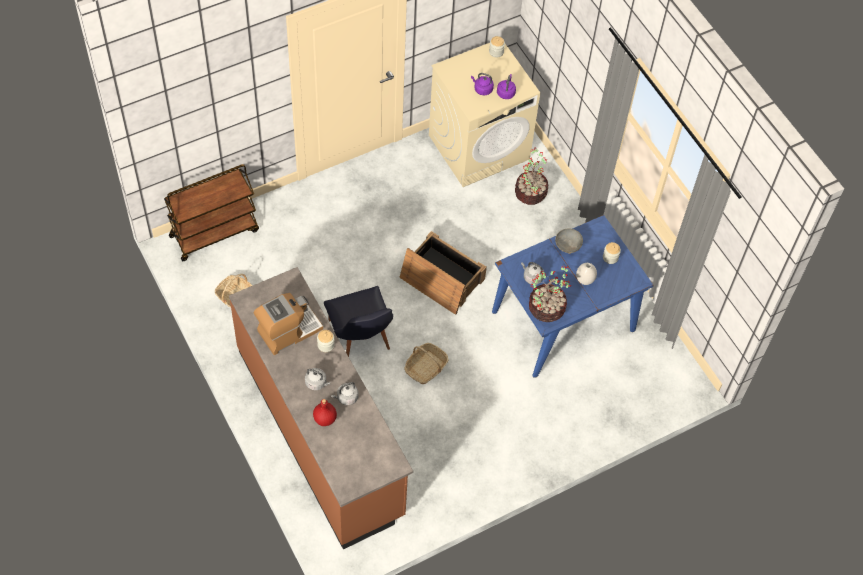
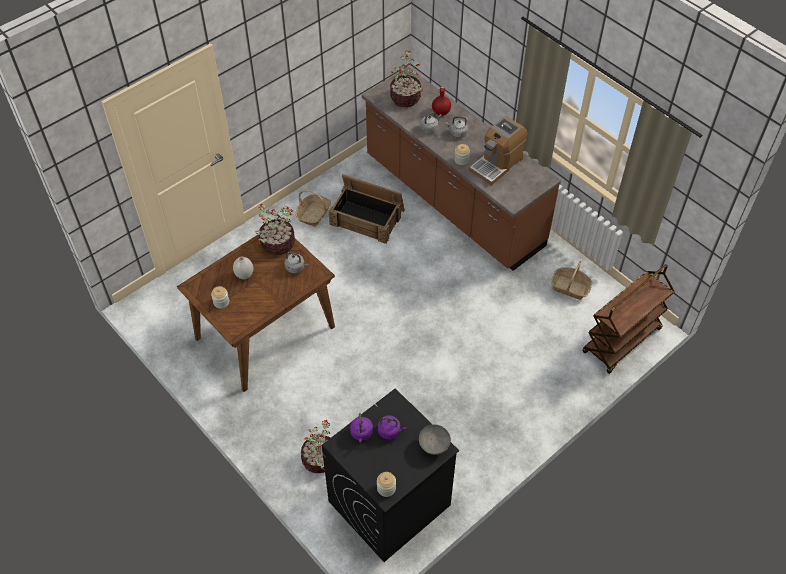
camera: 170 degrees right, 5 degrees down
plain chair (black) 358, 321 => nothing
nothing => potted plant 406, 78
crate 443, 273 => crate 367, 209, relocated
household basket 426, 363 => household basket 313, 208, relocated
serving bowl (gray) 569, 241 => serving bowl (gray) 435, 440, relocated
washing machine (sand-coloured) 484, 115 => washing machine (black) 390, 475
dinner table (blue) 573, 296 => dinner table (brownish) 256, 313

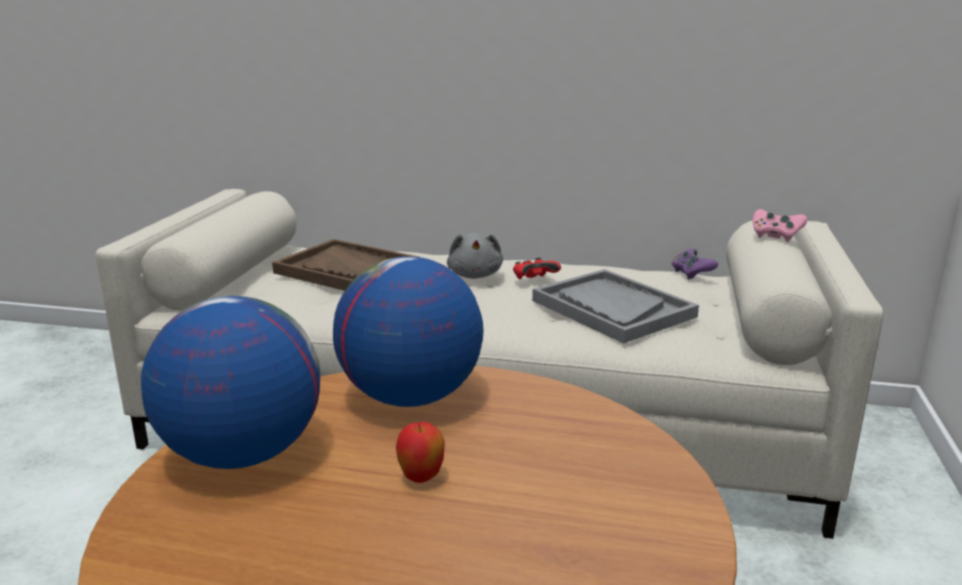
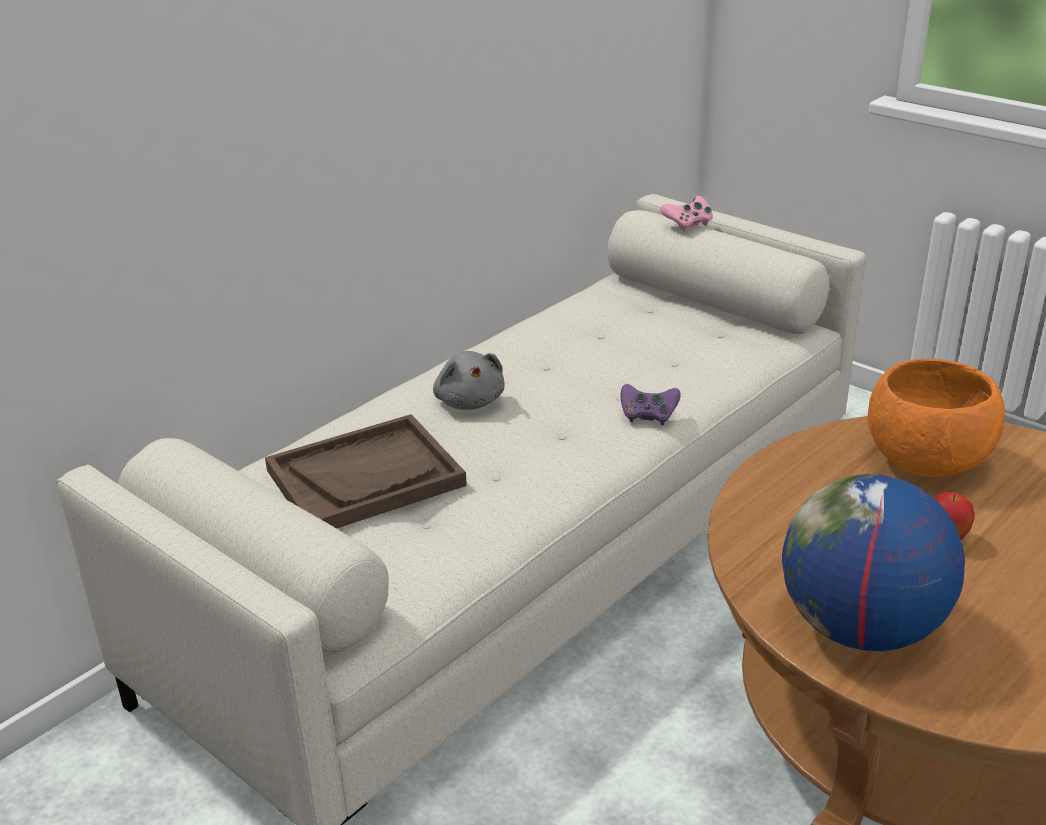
camera: 60 degrees left, 10 degrees up
world globe 408, 331 => nothing
game controller (reddish) 537, 268 => nothing
carrying tray (gray) 615, 306 => nothing
nothing => serving bowl (orangey) 936, 417
game controller (purple-coloured) 695, 264 => game controller (purple-coloured) 651, 404, relocated
cuddly toy (gray) 475, 256 => cuddly toy (gray) 469, 380, 45 degrees clockwise

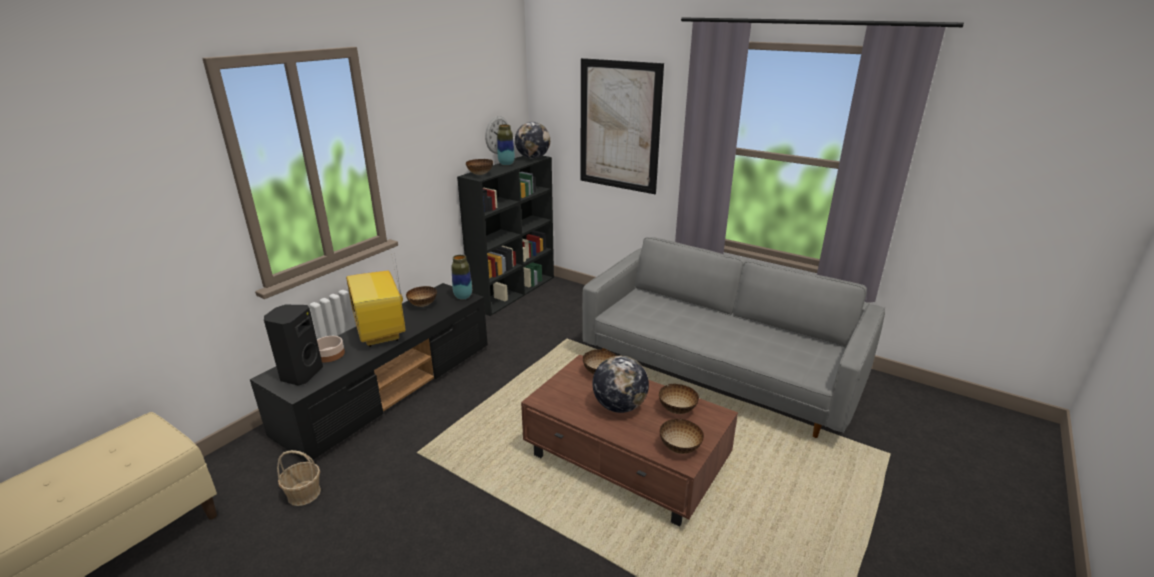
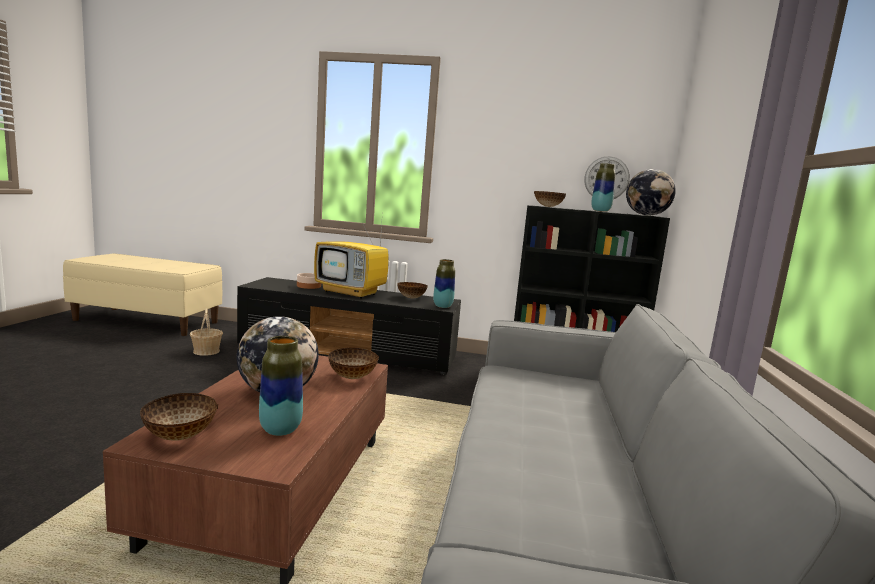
camera: 65 degrees right, 15 degrees down
loudspeaker (black) 293, 345 => nothing
picture 622, 126 => nothing
serving bowl 679, 399 => decorative vase 281, 386
television 376, 300 => television 351, 254, 105 degrees counterclockwise

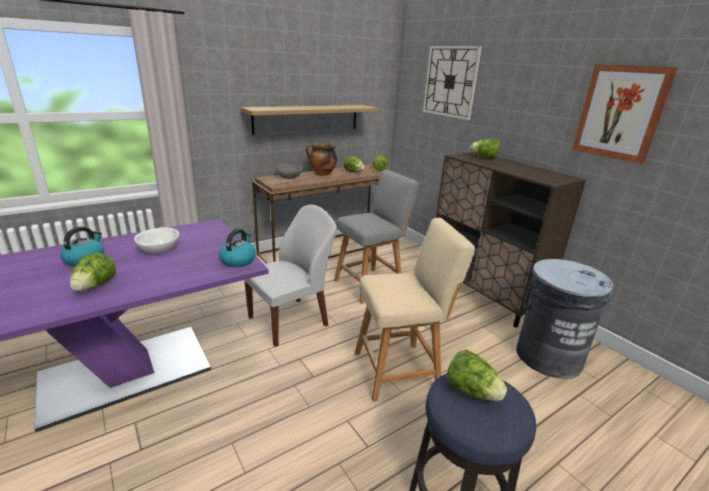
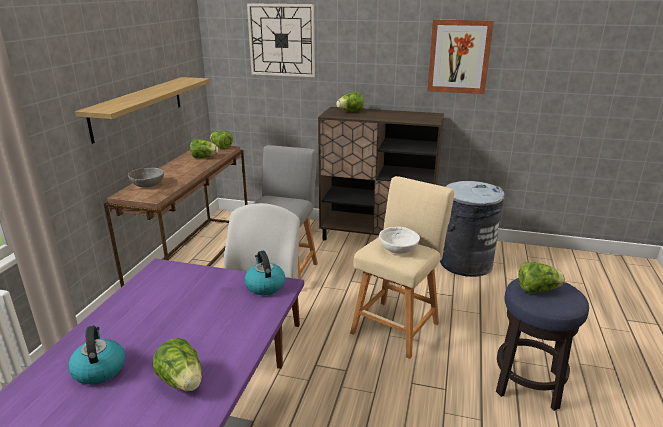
camera: 40 degrees left, 0 degrees up
cooking pot 321, 159 => nothing
serving bowl (white) 156, 240 => serving bowl (white) 399, 240, relocated

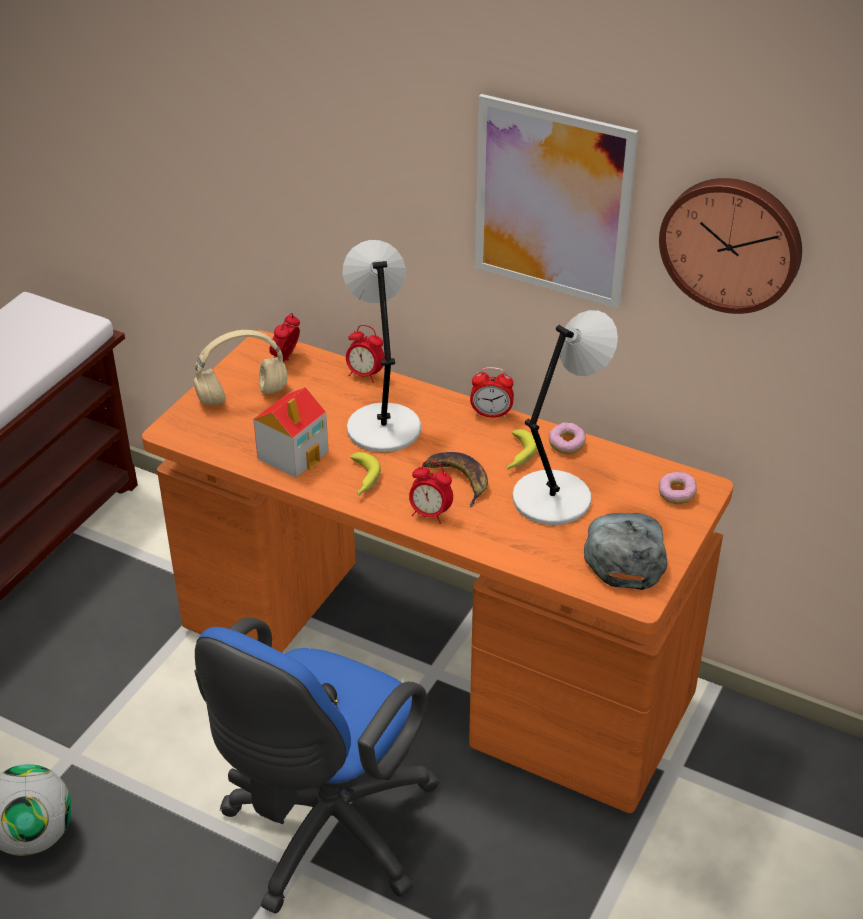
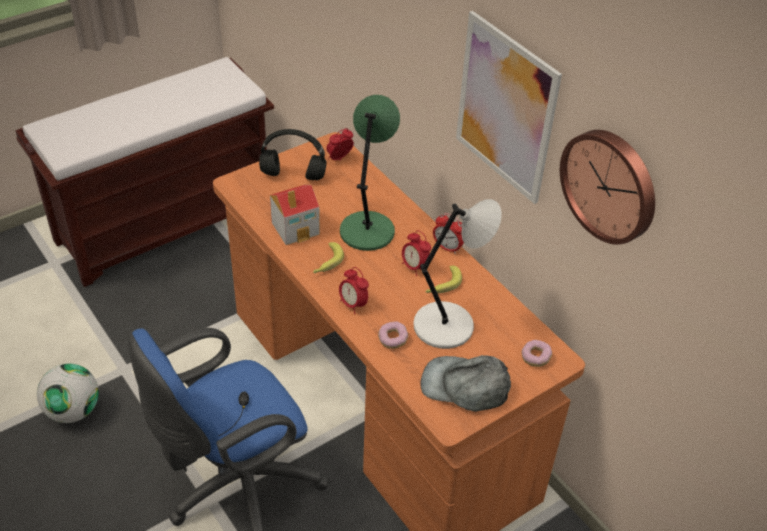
camera: 25 degrees right, 5 degrees up
banana 455, 480 => nothing
bedside clock 365, 354 => bedside clock 416, 253, relocated
doughnut 567, 438 => doughnut 393, 335, relocated
headphones (sand-coloured) 240, 367 => headphones (black) 292, 154
tabletop lamp (gray) 382, 346 => tabletop lamp (green-coloured) 370, 173
baseball cap (gray) 625, 551 => baseball cap (gray) 465, 383, 105 degrees counterclockwise

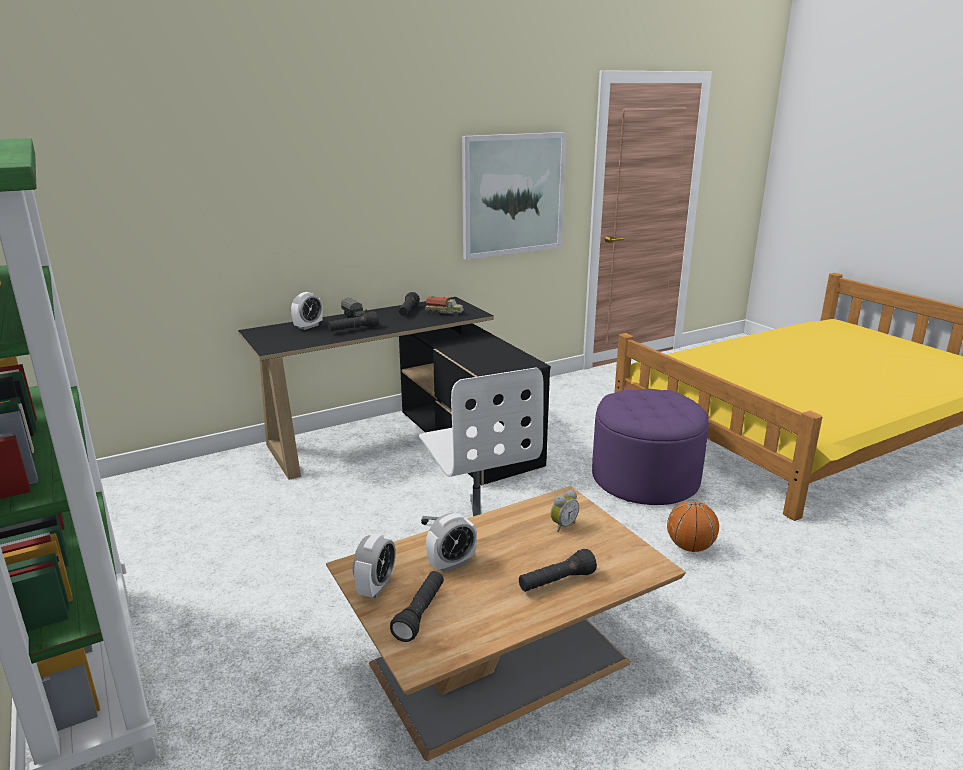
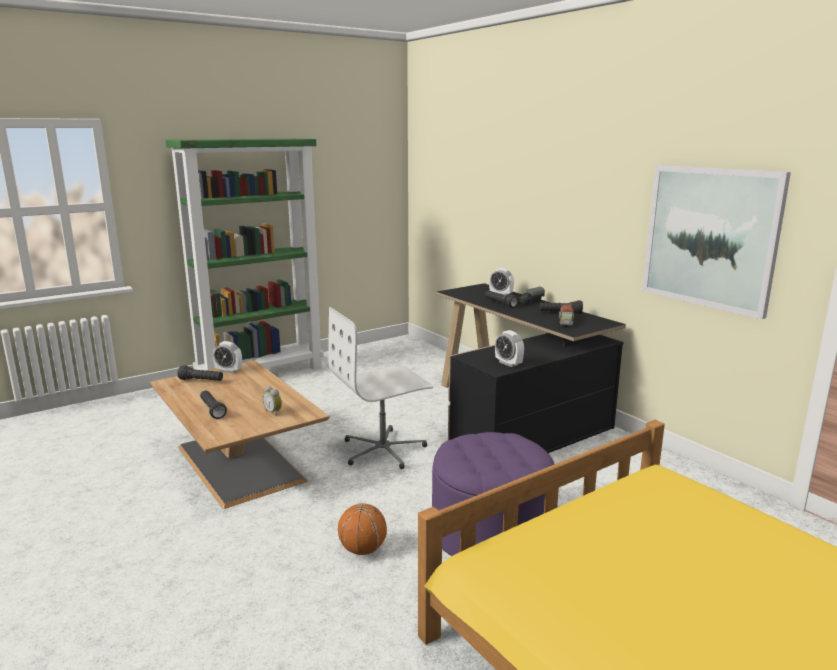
camera: 85 degrees right, 5 degrees down
bedside clock 451, 543 => bedside clock 509, 348, relocated

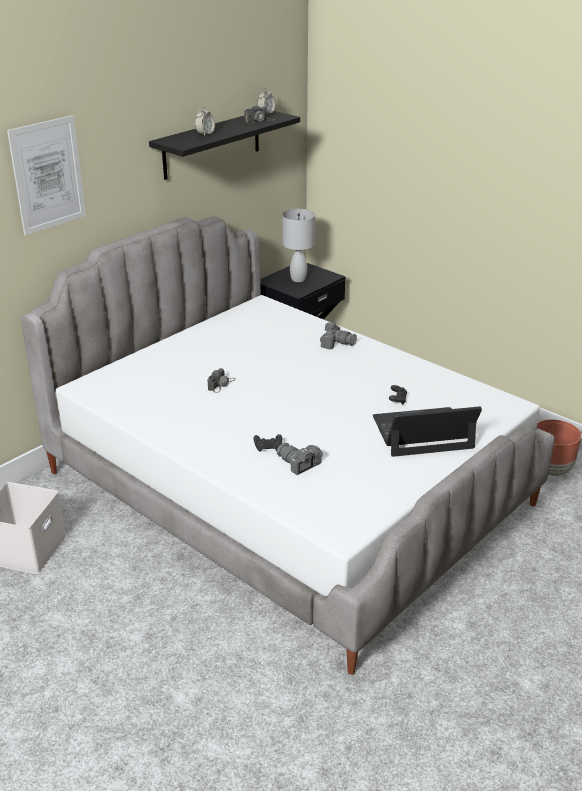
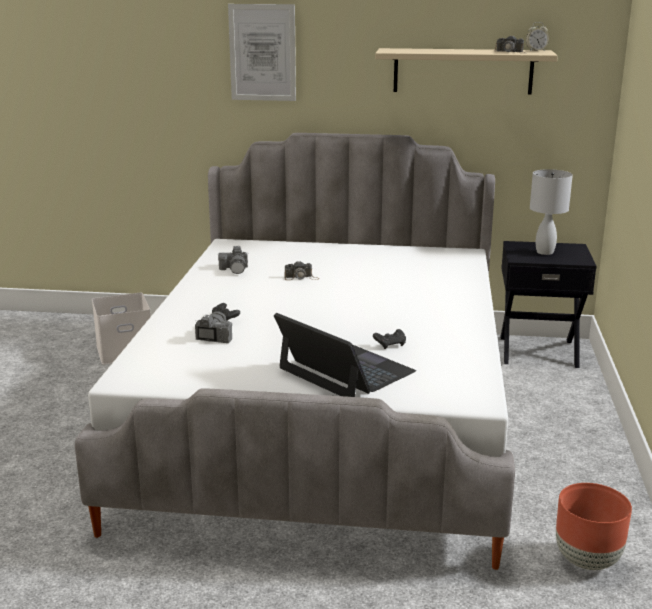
camera: 55 degrees right, 10 degrees down
bedside clock 205, 121 => nothing
still camera 338, 335 => still camera 233, 260, relocated
wall shelf (black) 224, 145 => wall shelf (sand-coloured) 466, 71

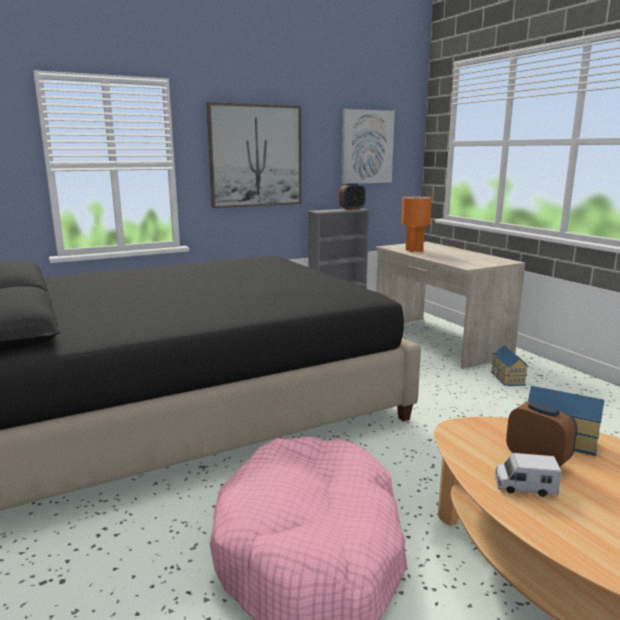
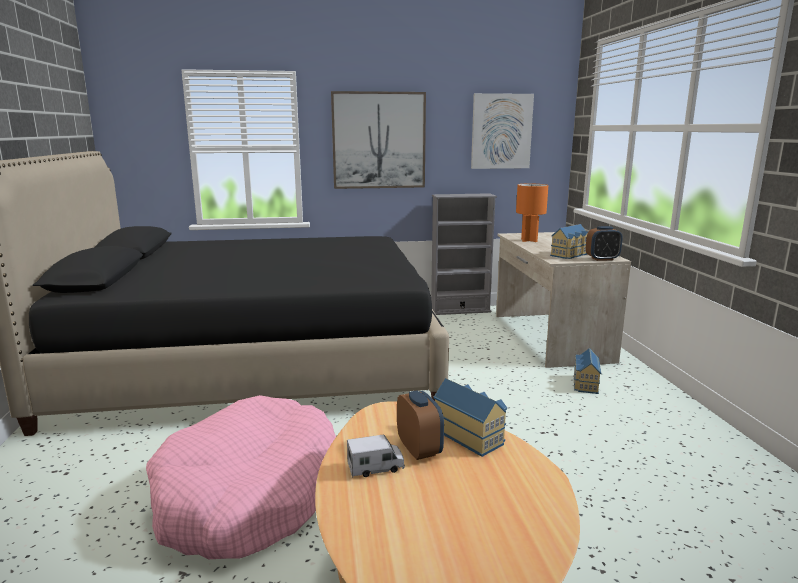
camera: 20 degrees right, 0 degrees up
nothing => toy house 569, 241
bedside clock 352, 196 => bedside clock 604, 243, relocated
toy truck 528, 475 => toy truck 376, 455, 135 degrees clockwise

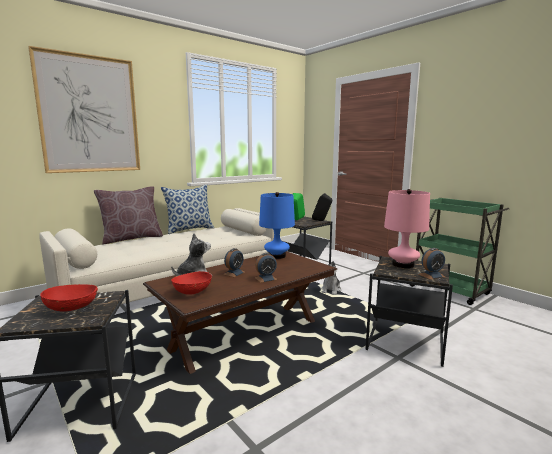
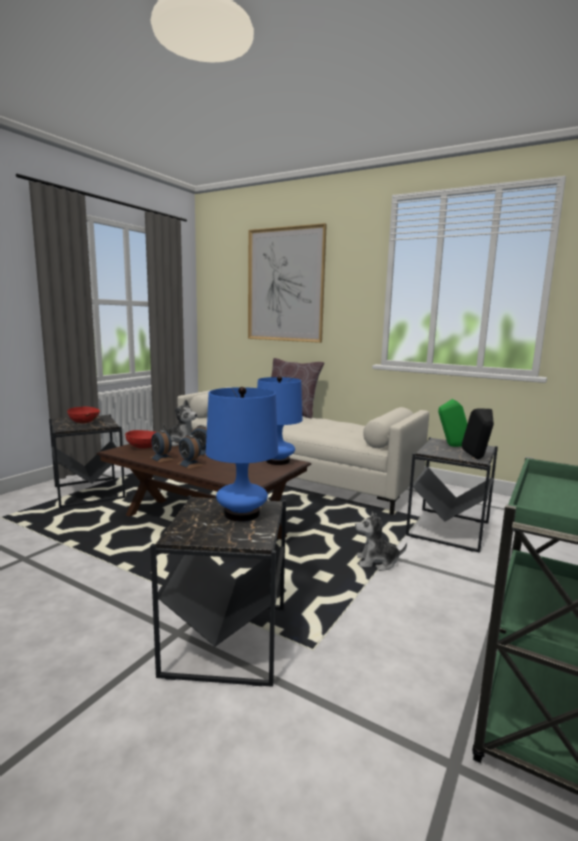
camera: 70 degrees right, 0 degrees up
cushion 187, 209 => nothing
bedside clock 431, 264 => bedside clock 162, 446, relocated
tabletop lamp (pink) 407, 228 => tabletop lamp (blue) 242, 454

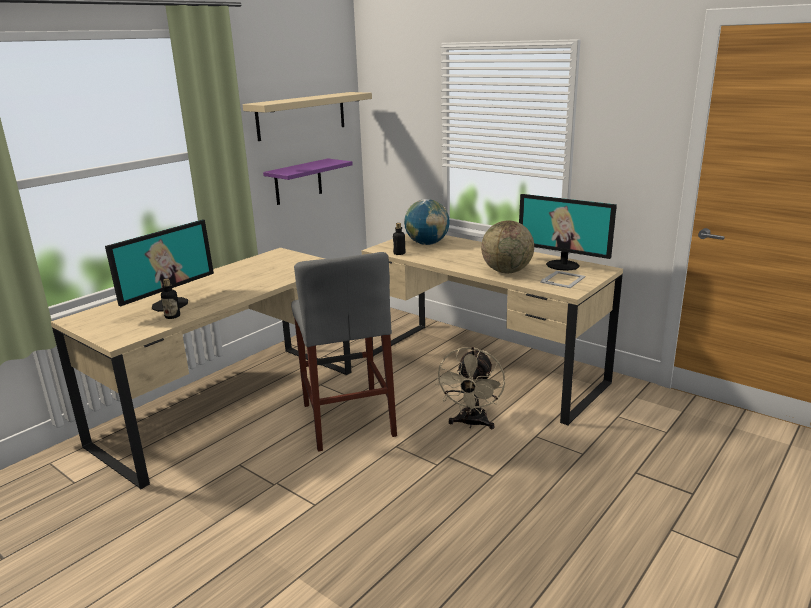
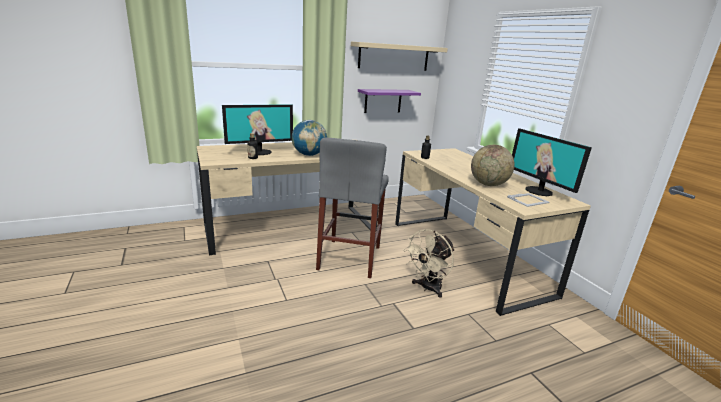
camera: 25 degrees right, 0 degrees up
world globe 426, 222 => world globe 309, 138, relocated

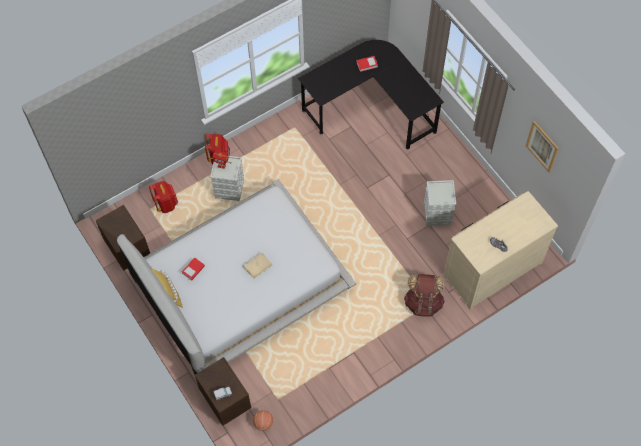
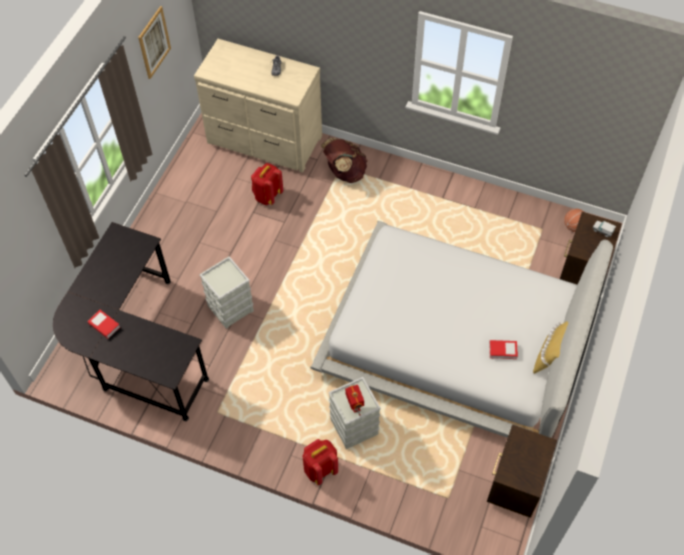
camera: 125 degrees left, 5 degrees down
bound book (sand-coloured) 257, 266 => nothing
knapsack (reddish) 163, 197 => knapsack (reddish) 267, 184, relocated
storage container (gray) 440, 203 => storage container (gray) 226, 292, relocated

